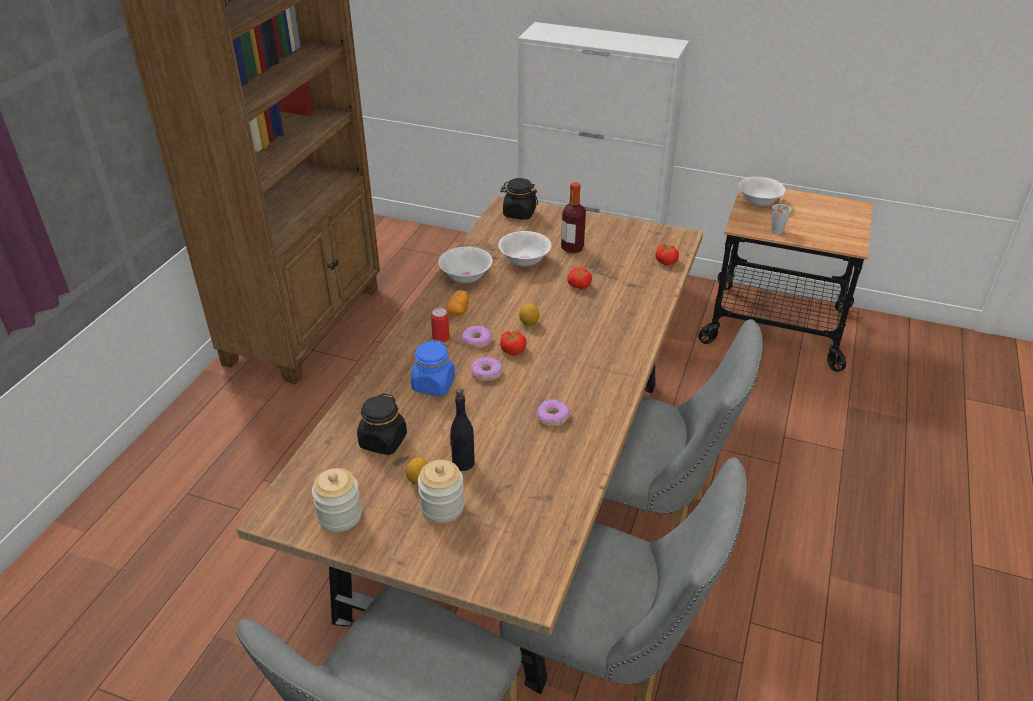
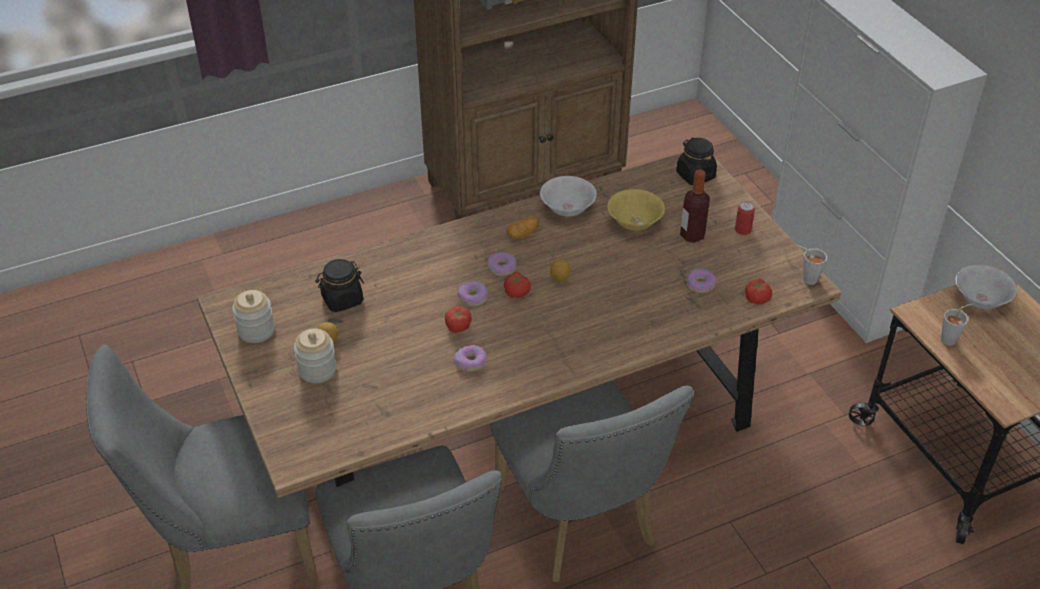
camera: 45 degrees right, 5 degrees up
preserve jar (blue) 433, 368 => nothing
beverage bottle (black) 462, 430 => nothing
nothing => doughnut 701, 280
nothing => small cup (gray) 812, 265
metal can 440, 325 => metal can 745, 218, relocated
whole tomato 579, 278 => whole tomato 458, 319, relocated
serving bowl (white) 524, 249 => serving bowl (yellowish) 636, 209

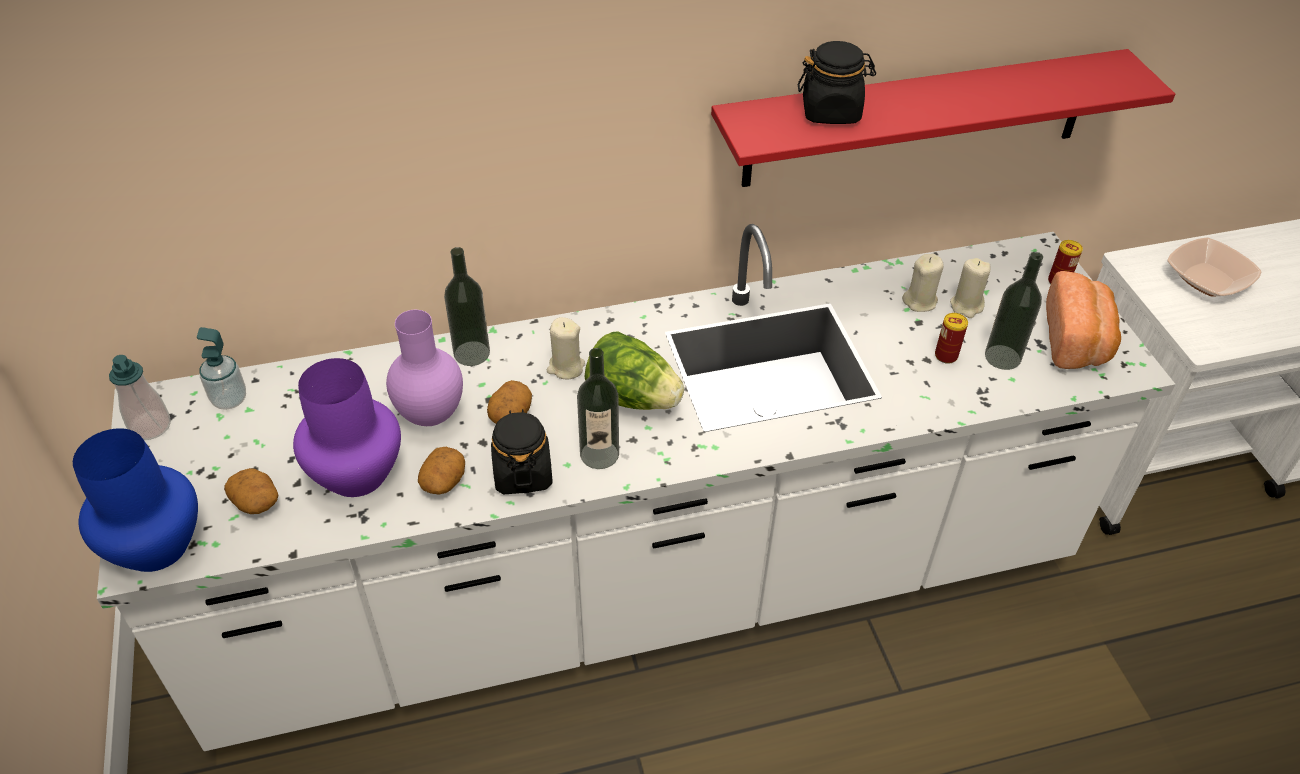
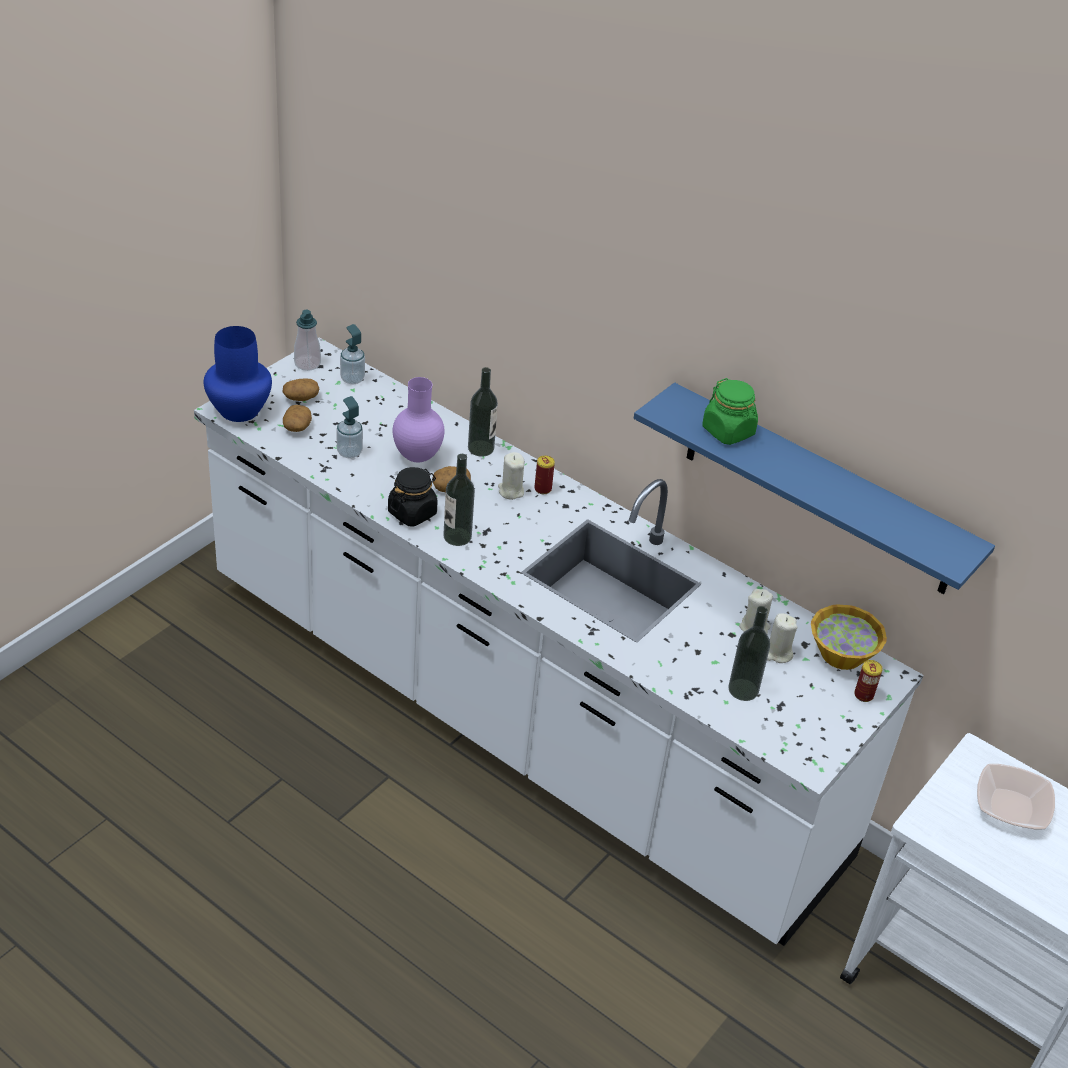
camera: 50 degrees right, 5 degrees down
head of lettuce 634, 371 => nothing
baked bread 1083, 320 => nothing
nothing => serving bowl 849, 637
whole potato 441, 470 => whole potato 301, 390, relocated
metal can 951, 338 => metal can 544, 475, relocated
decorative vase (purple-coloured) 347, 427 => soap dispenser 350, 427
wall shelf (reddish) 943, 118 => wall shelf (blue) 814, 488
preserve jar (black) 837, 82 => preserve jar (green-coloured) 730, 411

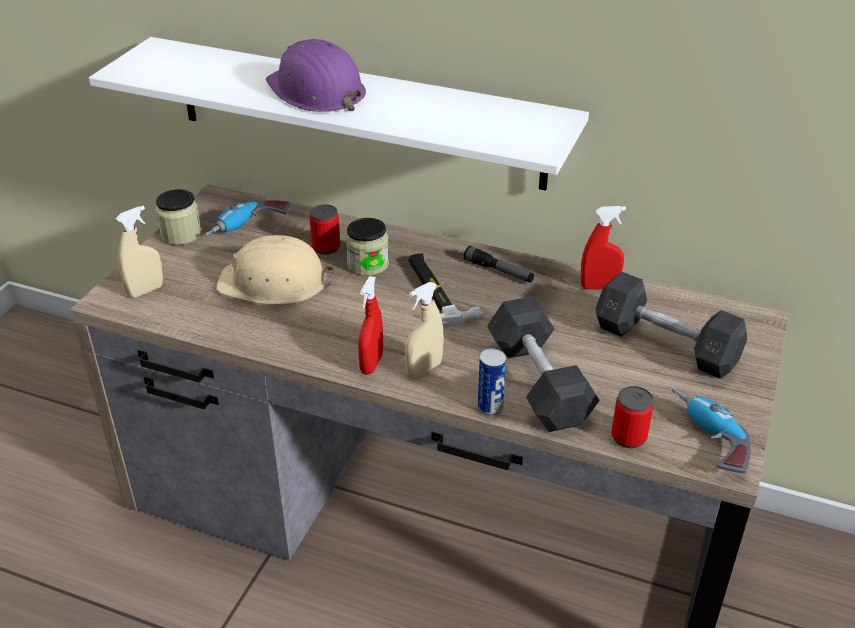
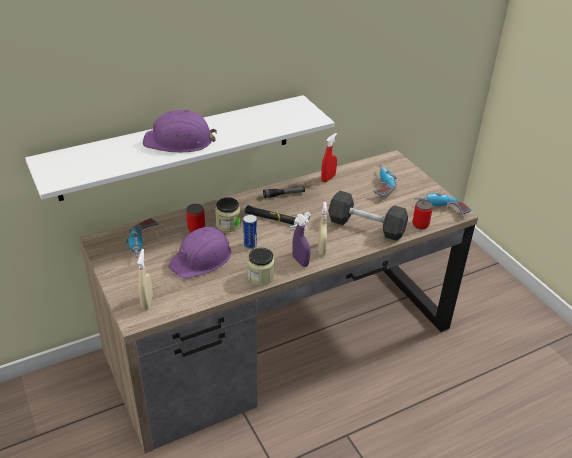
camera: 50 degrees left, 0 degrees up
preserve jar 178, 217 => preserve jar 261, 267, relocated
metal can 492, 382 => metal can 250, 231, relocated
dumbbell (gray) 671, 325 => power drill 385, 181
work helmet (sand-coloured) 275, 269 => work helmet (purple-coloured) 199, 253
sprayer (reddish) 370, 325 => sprayer (purple-coloured) 301, 240

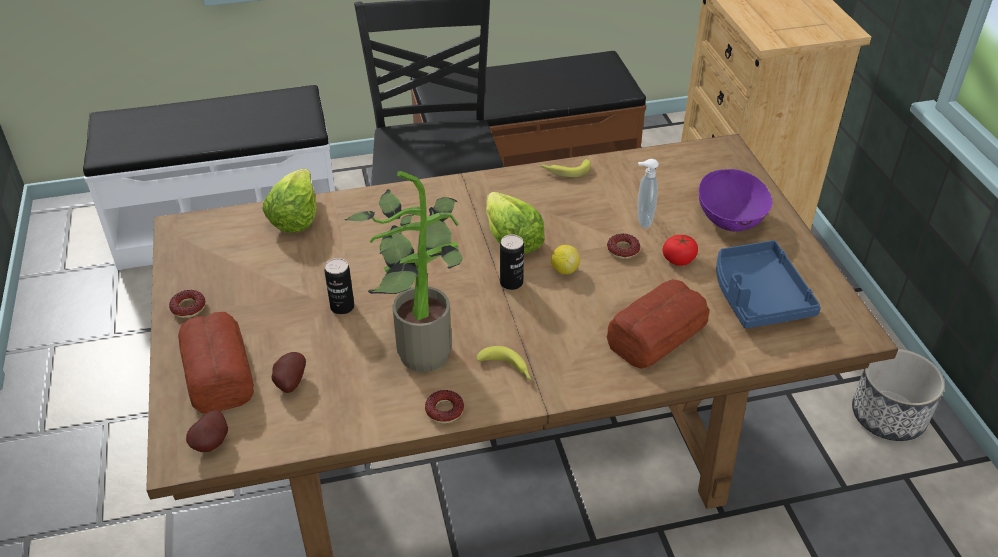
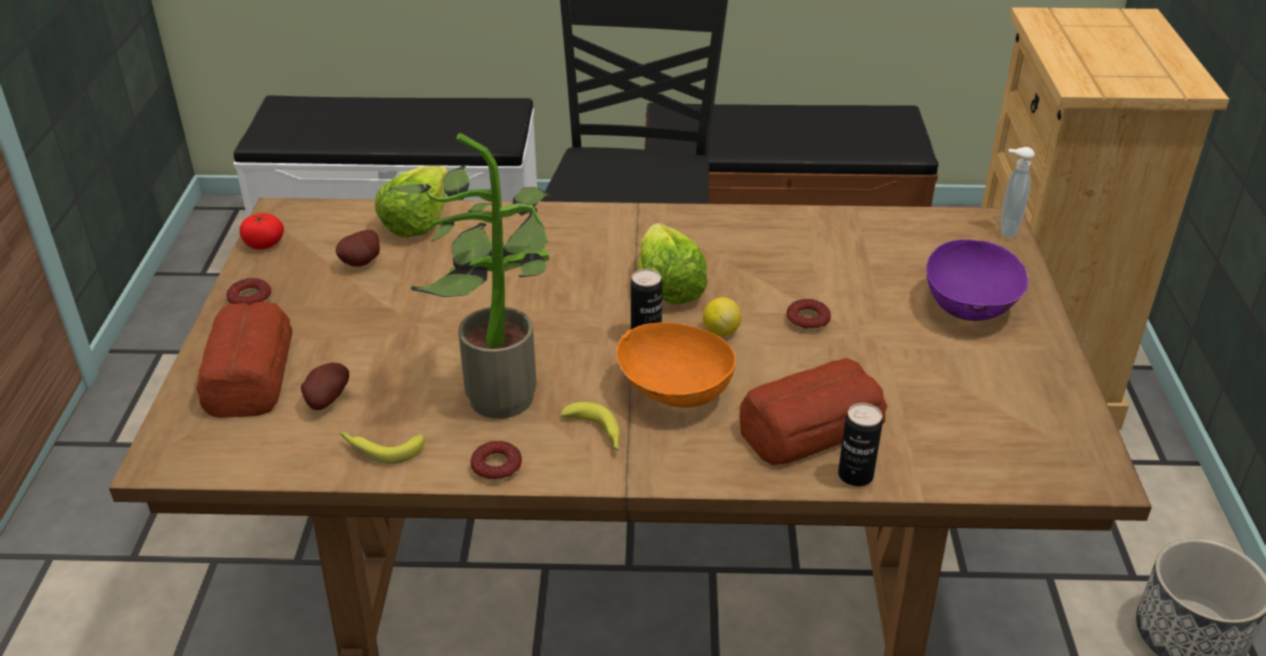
camera: 15 degrees right, 5 degrees down
carrying tray (blue) 768, 284 => nothing
nothing => serving bowl (orangey) 676, 365
whole potato 207, 430 => whole potato 358, 248, relocated
metal can 339, 286 => metal can 860, 444, relocated
banana 565, 168 => banana 382, 448, relocated
soap dispenser 648, 193 => soap dispenser 1018, 192, relocated
whole tomato 680, 250 => whole tomato 262, 231, relocated

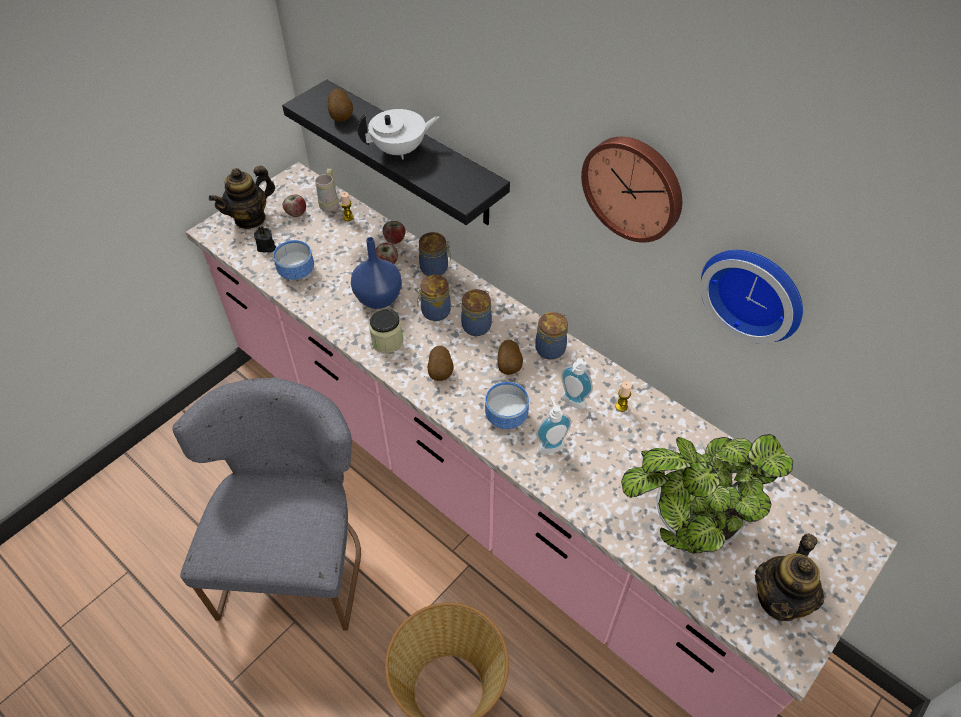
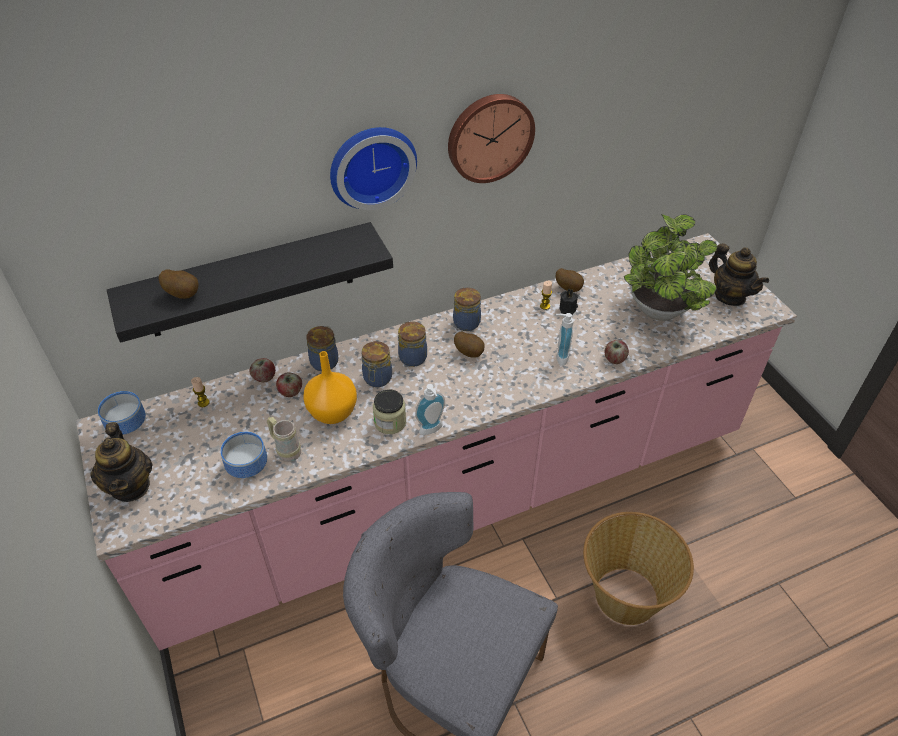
camera: 65 degrees left, 5 degrees down
tea pot (white) 398, 134 => nothing
candle (black) 265, 239 => candle (black) 568, 301, relocated
apple 294, 206 => apple 617, 352, relocated
tea mug (sand-coloured) 327, 190 => tea mug (sand-coloured) 284, 439, relocated
whole potato 441, 363 => whole potato 569, 280, relocated
serving bowl 507, 405 => serving bowl 122, 413, relocated
soap dispenser 577, 383 => soap dispenser 430, 409, relocated
wall clock 751, 297 => wall clock 373, 168, relocated
decorative vase (blue) 376, 273 => decorative vase (orangey) 330, 387

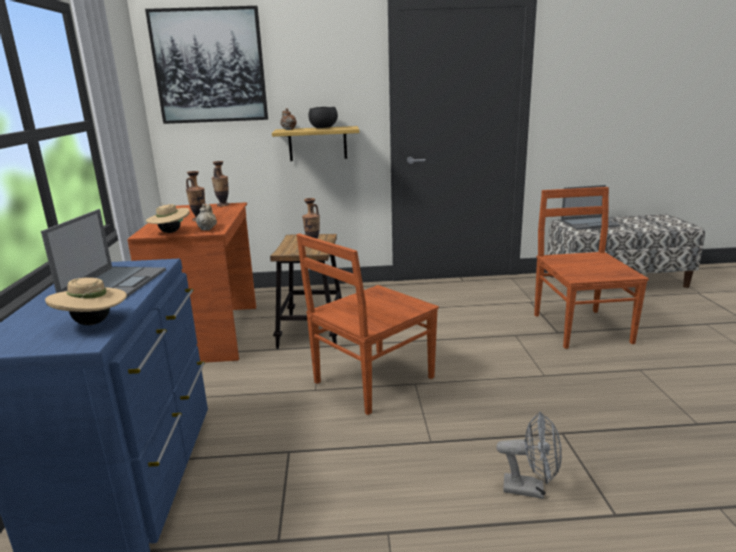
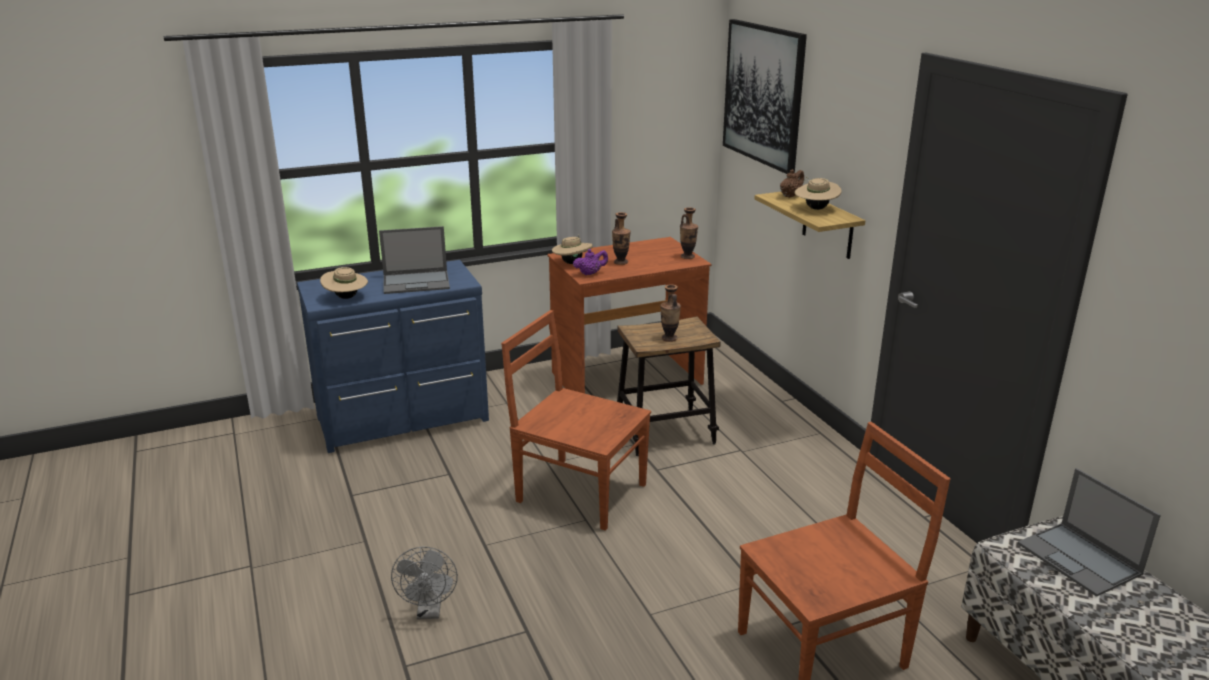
camera: 70 degrees right, 5 degrees up
serving bowl (black) 323, 117 => wearable hat (sand-coloured) 818, 193
tea pot (sand-coloured) 206, 217 => tea pot (purple-coloured) 590, 262

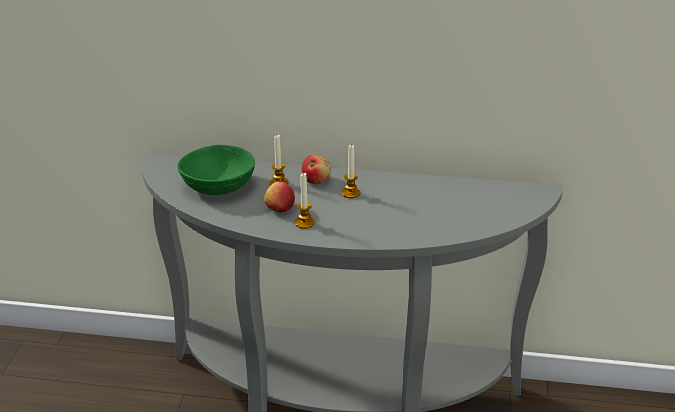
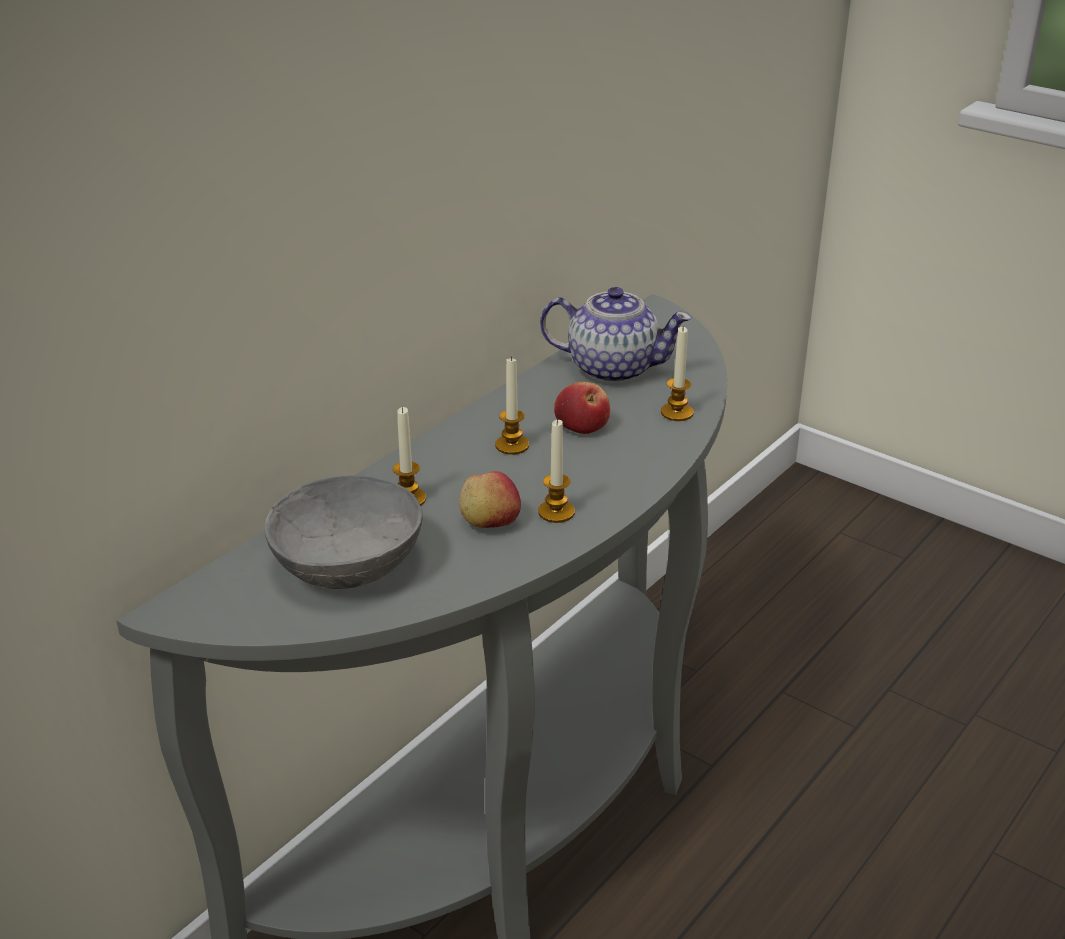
camera: 60 degrees left, 0 degrees up
nothing => tea pot 616, 335
nothing => candle 677, 374
apple 316, 169 => apple 582, 408, relocated
serving bowl (green-coloured) 216, 170 => serving bowl (gray) 343, 532

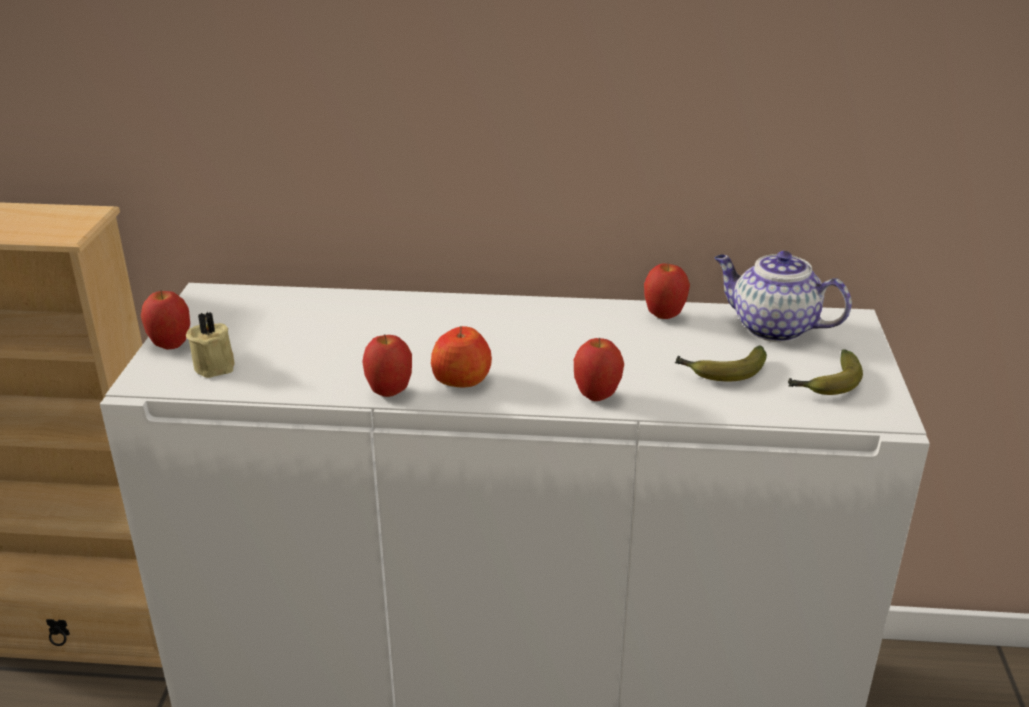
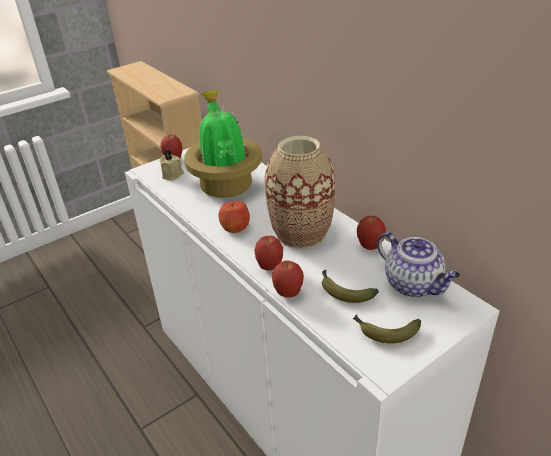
camera: 50 degrees right, 5 degrees up
nothing => potted plant 223, 144
nothing => decorative vase 300, 192
apple 387, 365 => apple 288, 279, relocated
tea pot 783, 296 => tea pot 418, 264, 150 degrees clockwise

